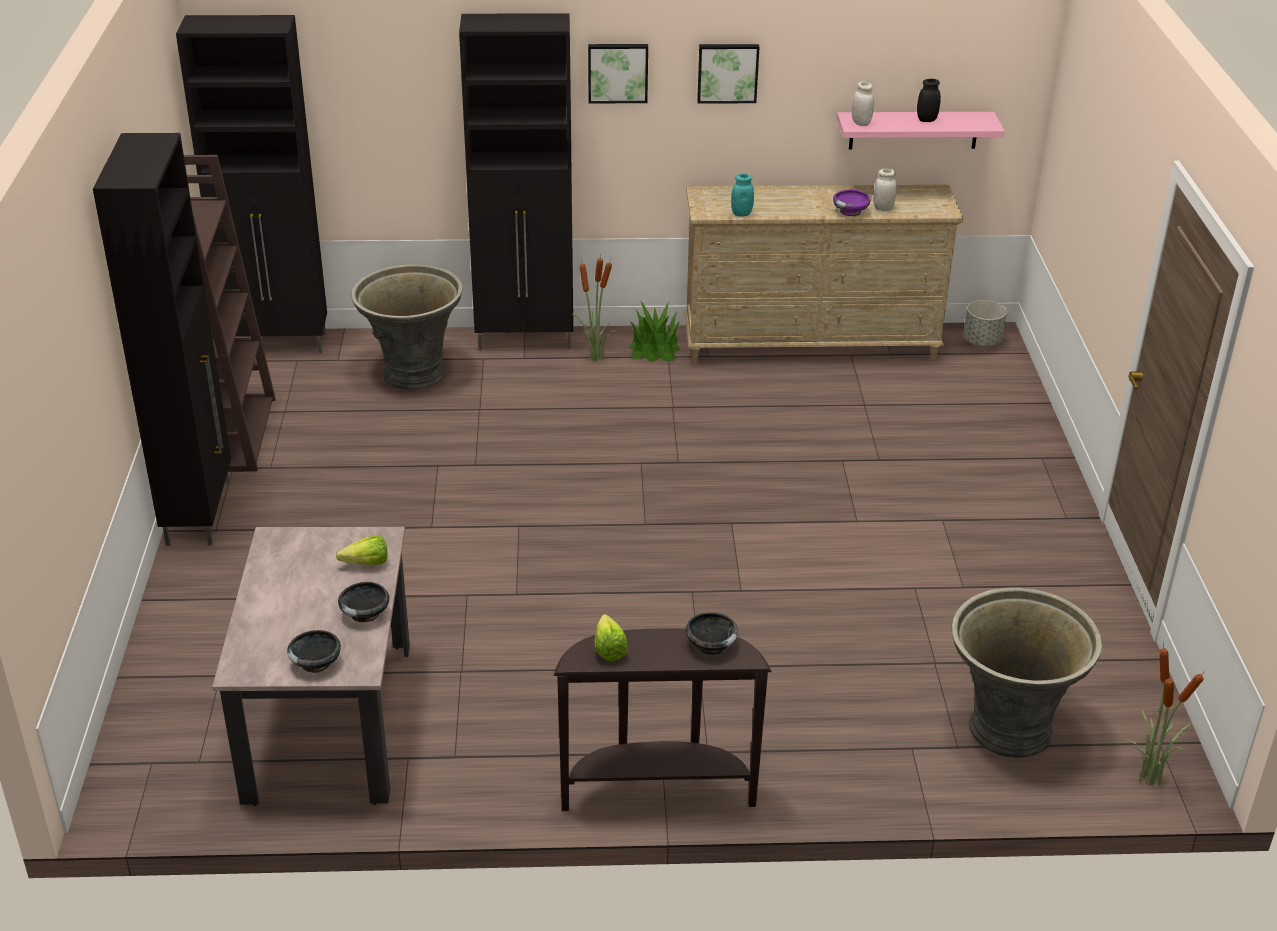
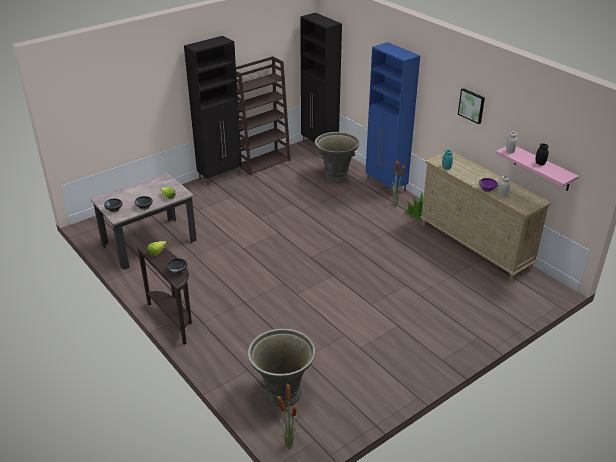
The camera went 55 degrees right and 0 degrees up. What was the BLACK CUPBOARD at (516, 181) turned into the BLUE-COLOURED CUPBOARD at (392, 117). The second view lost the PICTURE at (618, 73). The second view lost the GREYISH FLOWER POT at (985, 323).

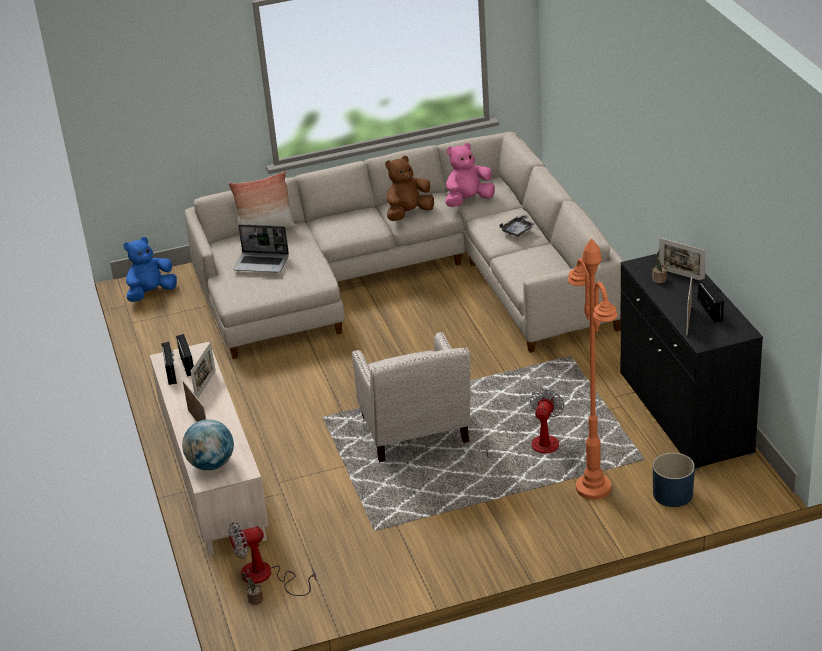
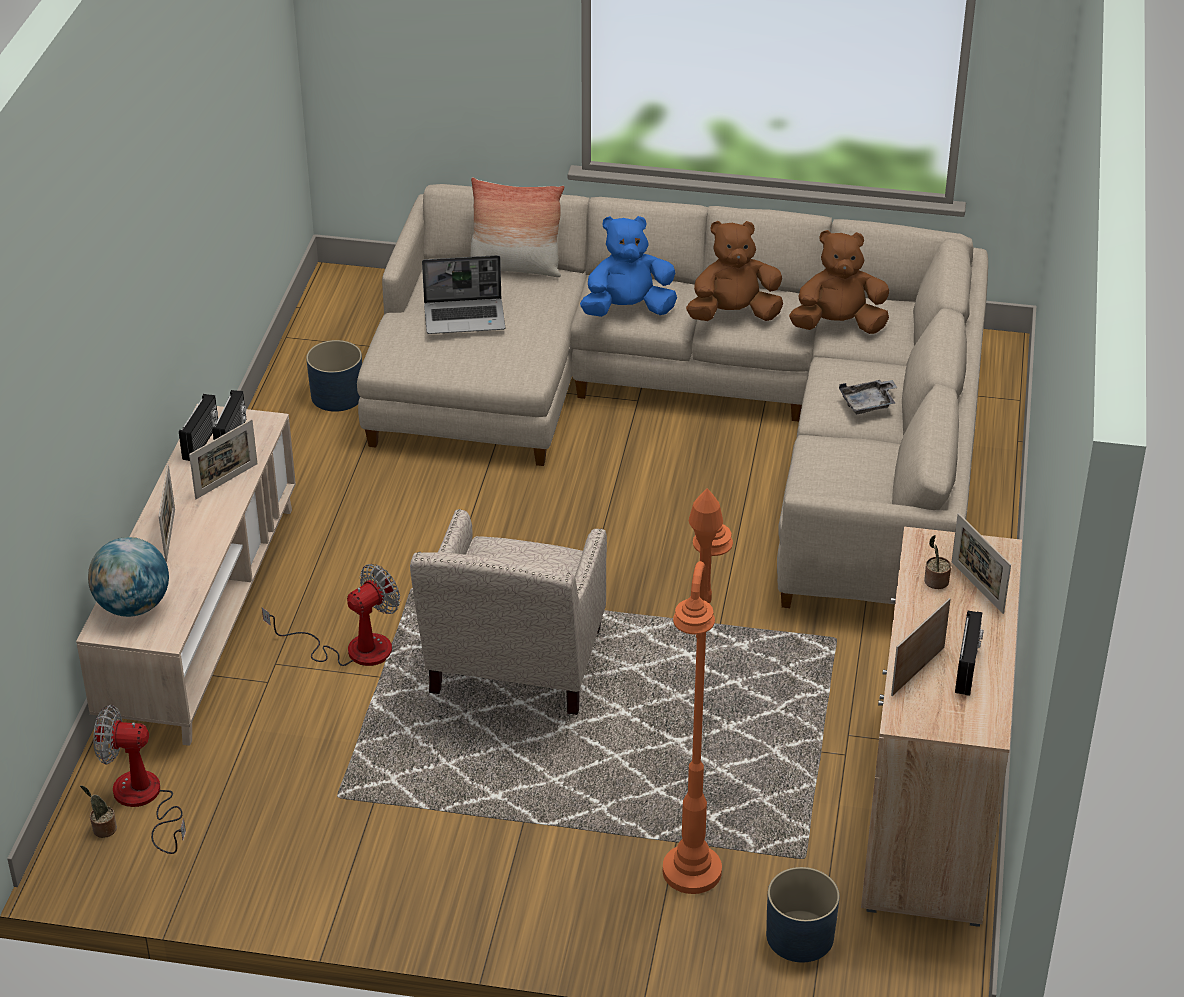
The camera went 25 degrees right and 5 degrees up. What was the PINK CUDDLY TOY at (470, 175) turned into the BROWN CUDDLY TOY at (839, 282). The PORTABLE COMPUTER at (261, 248) ended up facing another way, 45 degrees counterclockwise from before. The BLUE-COLOURED CUDDLY TOY ended up elsewhere, having gone from (150, 269) to (628, 266). What was the BLACK CUPBOARD at (691, 362) turned into the BEIGE-COLOURED CUPBOARD at (941, 727). The COOLING FAN ended up elsewhere, having gone from (523, 424) to (331, 615). The second view gained the BLUE-COLOURED FLOWER POT at (334, 376).

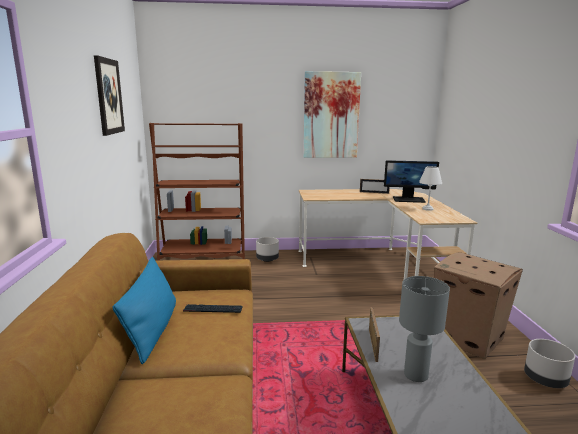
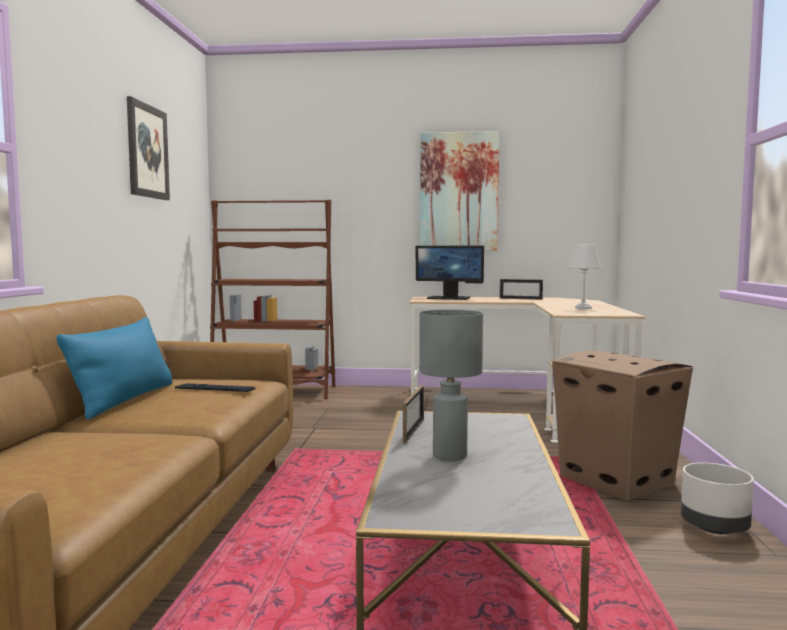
The camera went 10 degrees right and 10 degrees down. The COMPUTER DISPLAY ended up elsewhere, having gone from (411, 181) to (450, 273). The second view lost the GREYISH FLOWER POT at (267, 249).

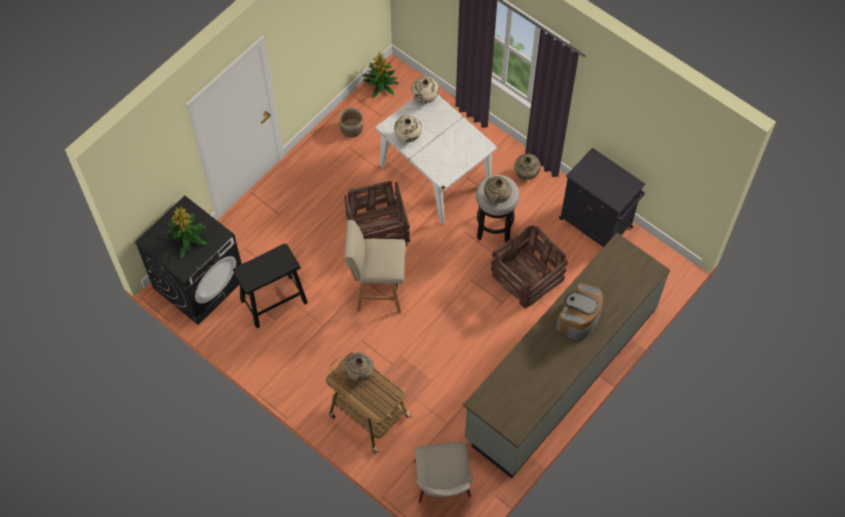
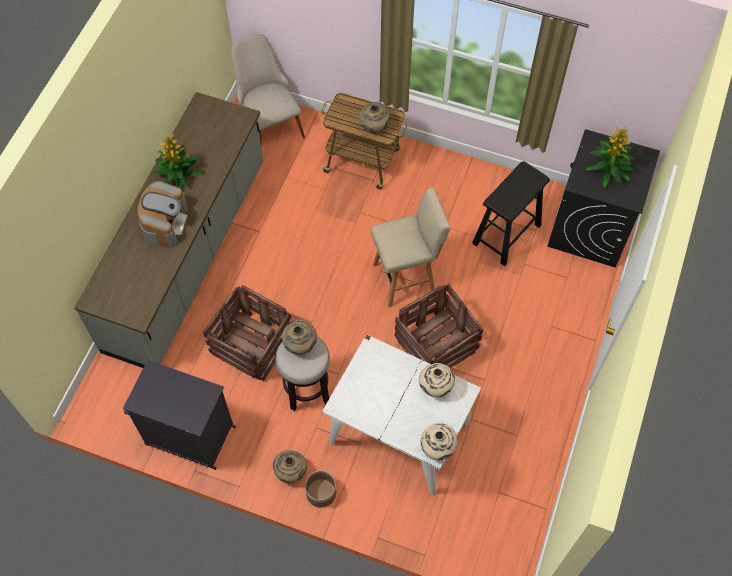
The camera went 160 degrees right and 0 degrees up. The POTTED PLANT ended up elsewhere, having gone from (381, 75) to (178, 161). The FLOWER POT ended up elsewhere, having gone from (351, 123) to (320, 489).

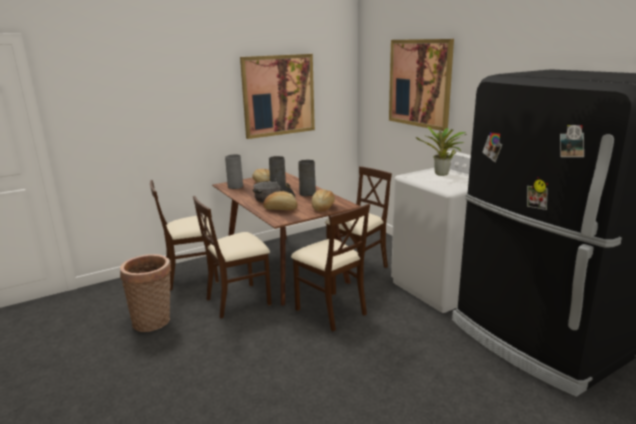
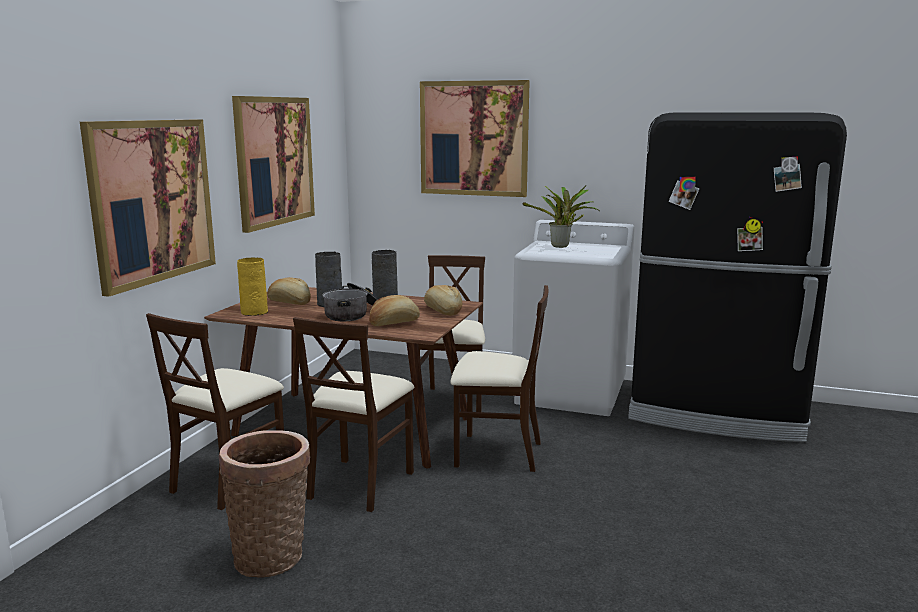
The camera went 40 degrees left and 5 degrees down. What was the GREYISH VASE at (234, 171) turned into the YELLOWISH VASE at (252, 287). The second view gained the PICTURE at (148, 208).

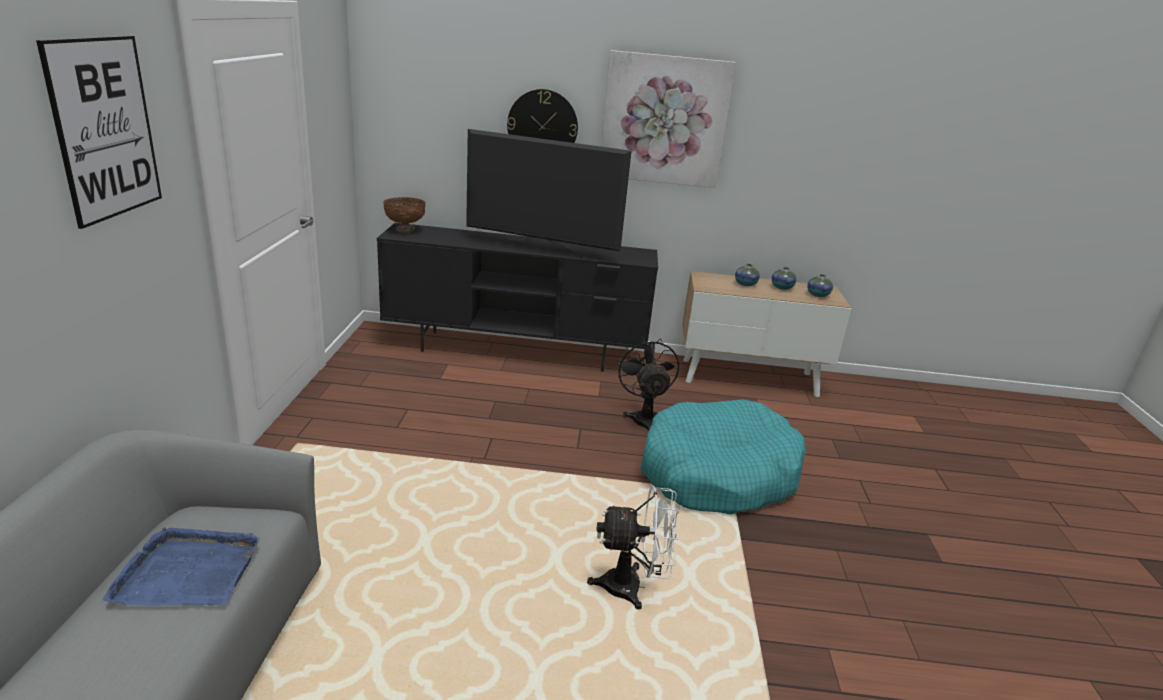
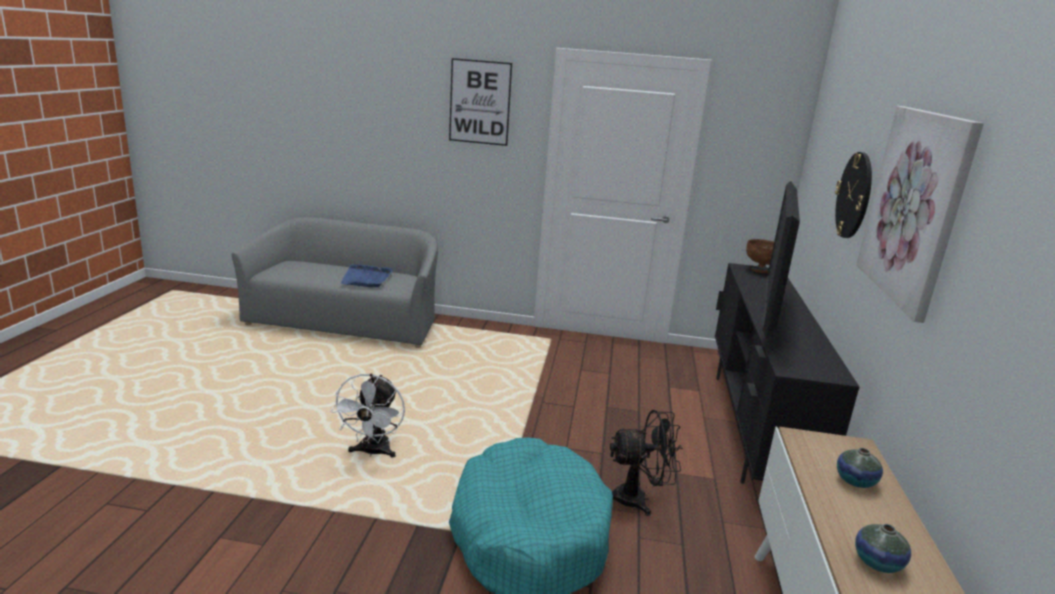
The camera went 95 degrees right and 5 degrees down. The second view lost the VASE at (784, 278).

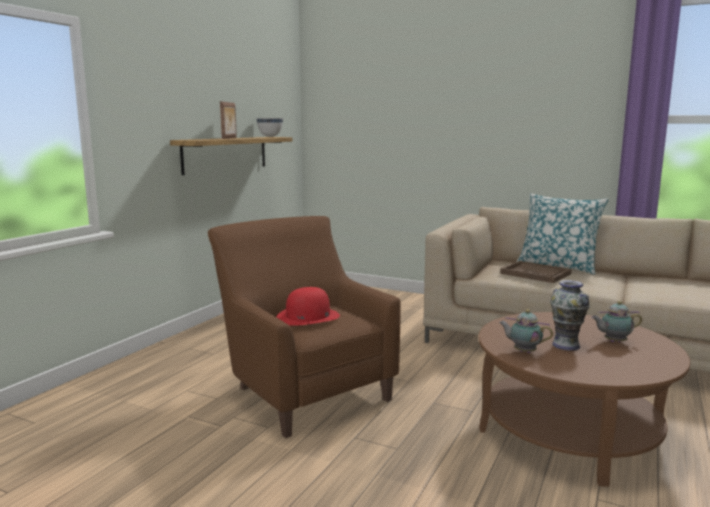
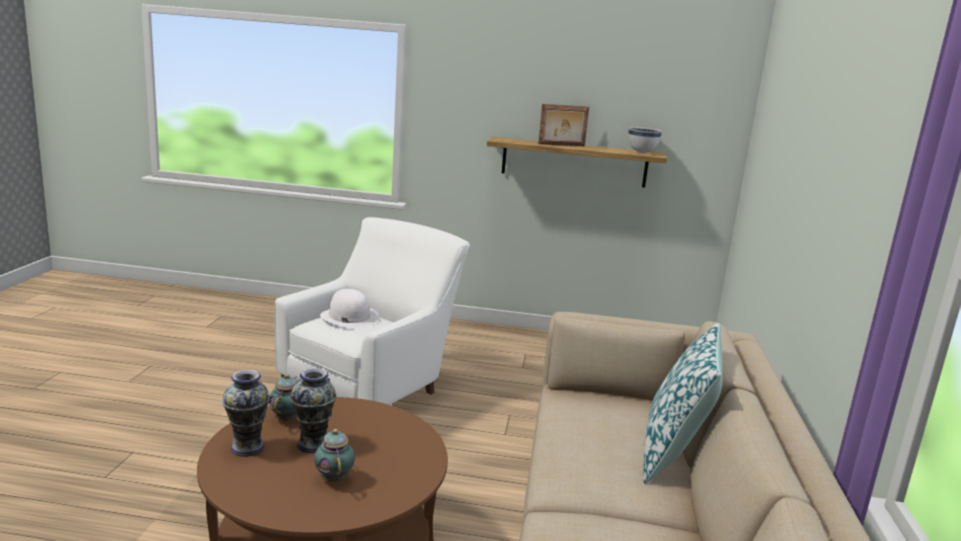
The camera went 70 degrees right and 5 degrees up. What was the BROWN ARMCHAIR at (304, 327) turned into the WHITE-COLOURED ARMCHAIR at (372, 311). The second view lost the BROWN TRAY at (536, 272). What was the RED-COLOURED CLOTHING HAT at (308, 306) turned into the WHITE-COLOURED CLOTHING HAT at (349, 309). The second view gained the VASE at (246, 413).

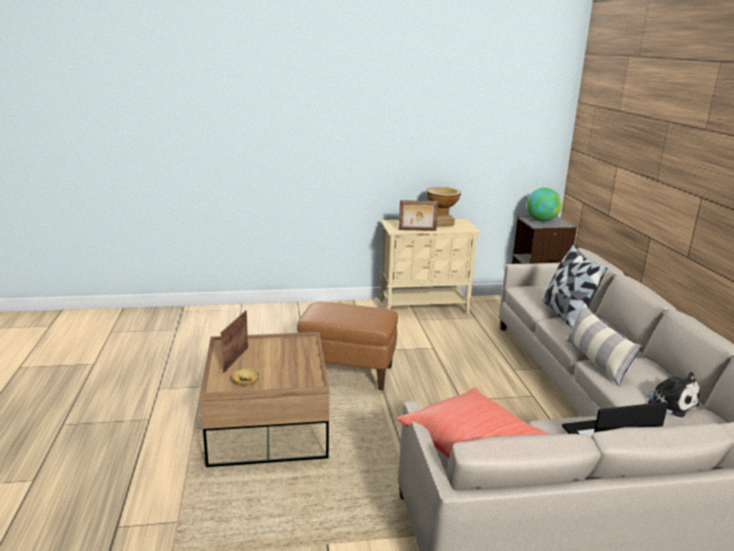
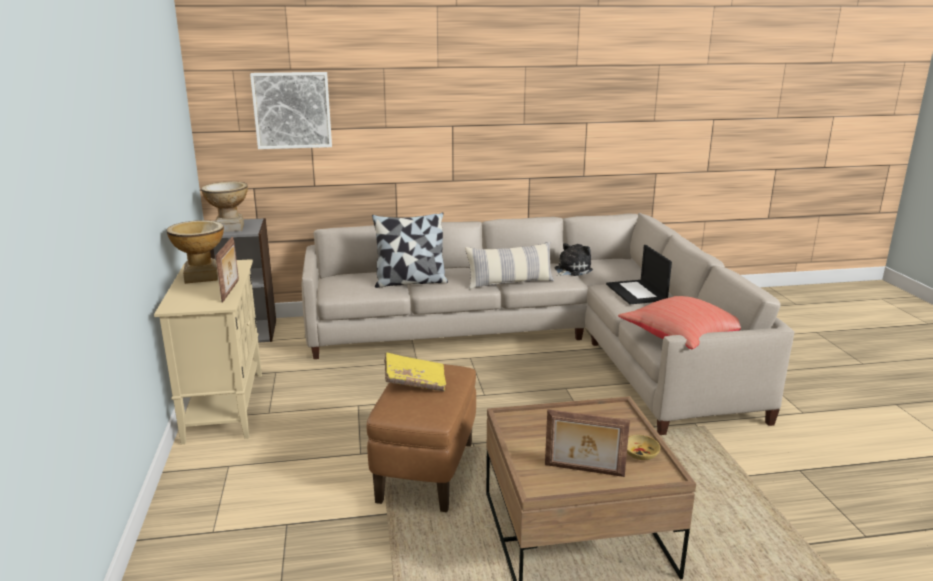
The camera went 90 degrees left and 0 degrees up. Where the GLOBE stood at (543, 205), the VASE came to stand at (224, 207). The second view gained the PICTURE at (291, 110). The second view gained the YELLOWISH VOLUME at (415, 372).

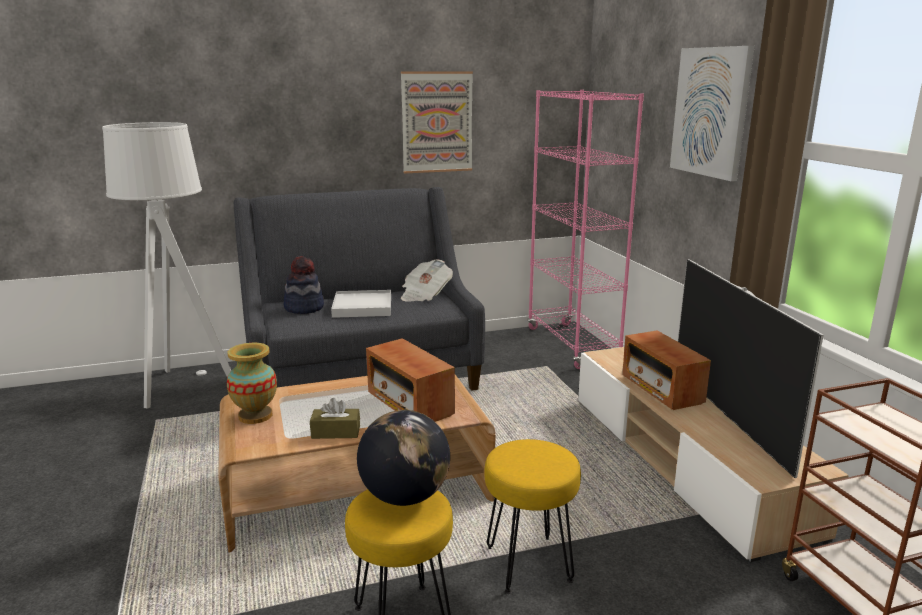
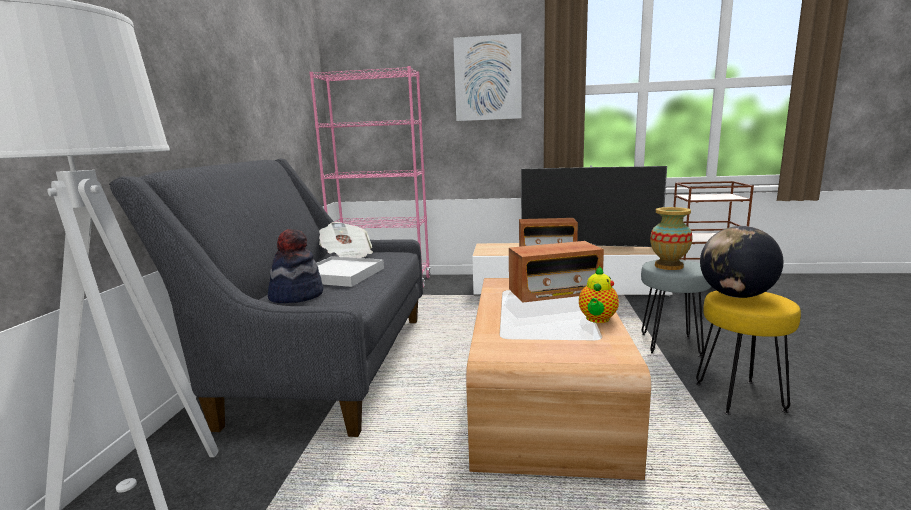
The camera went 65 degrees left and 5 degrees down. The second view lost the PICTURE at (437, 122). The VASE ended up elsewhere, having gone from (252, 383) to (671, 238). Where the BROWN BOX OF TISSUES stood at (335, 418), the TEA POT came to stand at (599, 294). What was the YELLOWISH SITTING STOOL at (532, 516) turned into the GREYISH SITTING STOOL at (676, 308).

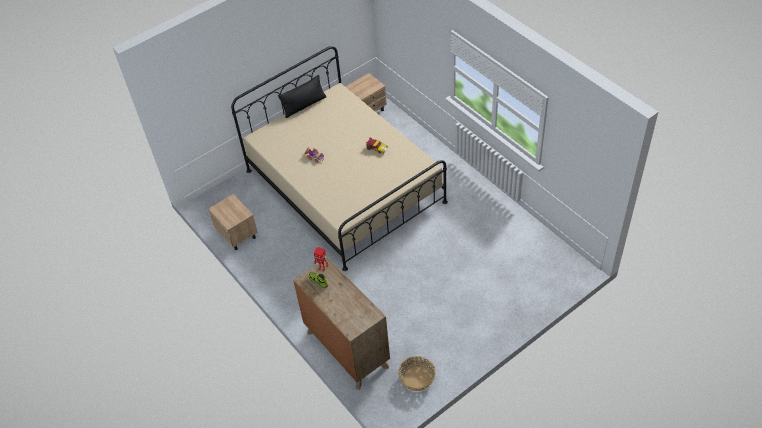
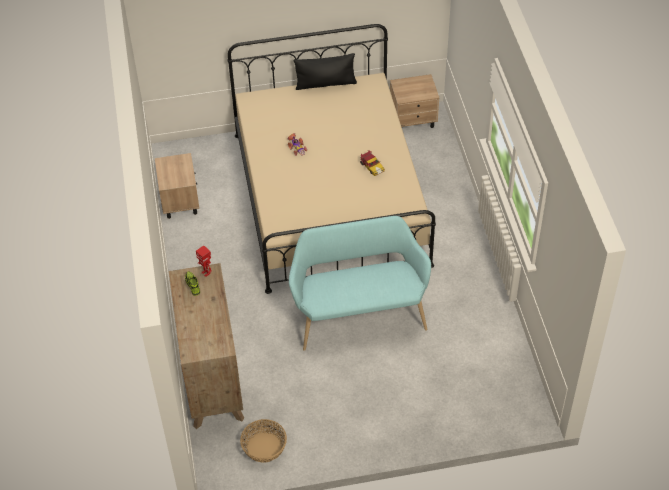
The camera went 25 degrees right and 0 degrees up. The second view gained the TURQUOISE BENCH at (360, 283).

